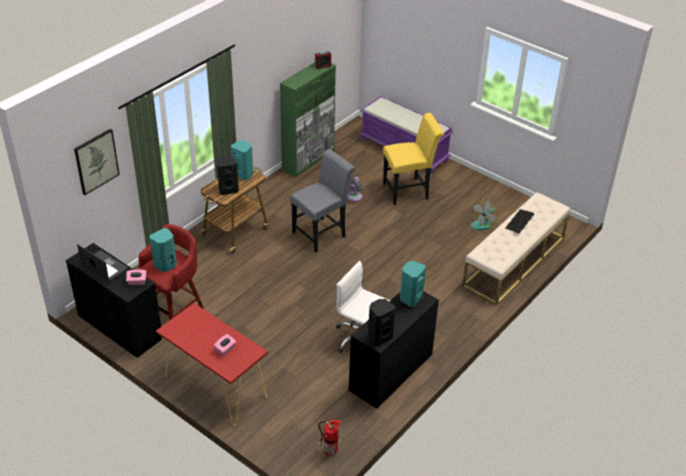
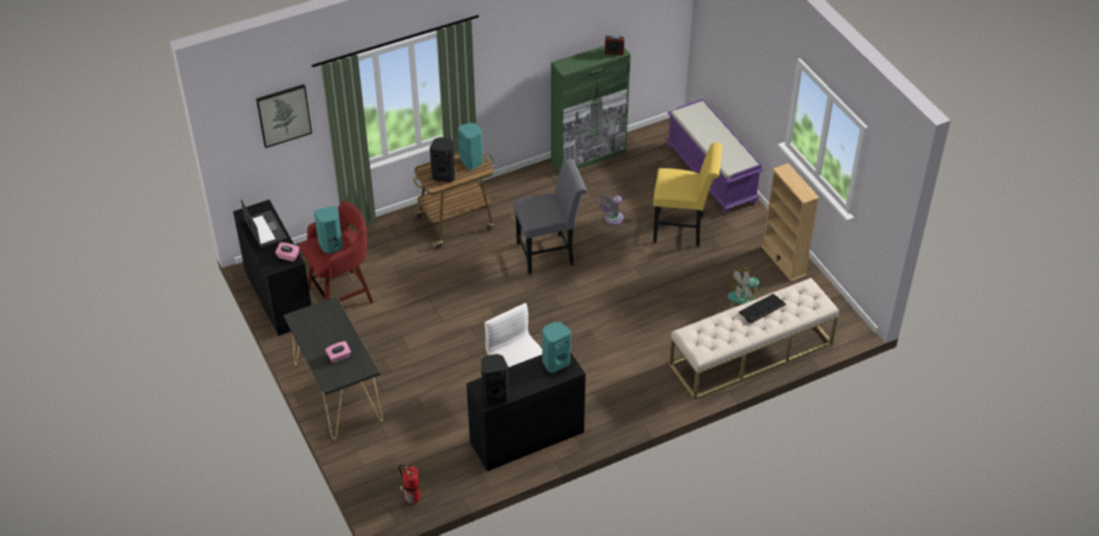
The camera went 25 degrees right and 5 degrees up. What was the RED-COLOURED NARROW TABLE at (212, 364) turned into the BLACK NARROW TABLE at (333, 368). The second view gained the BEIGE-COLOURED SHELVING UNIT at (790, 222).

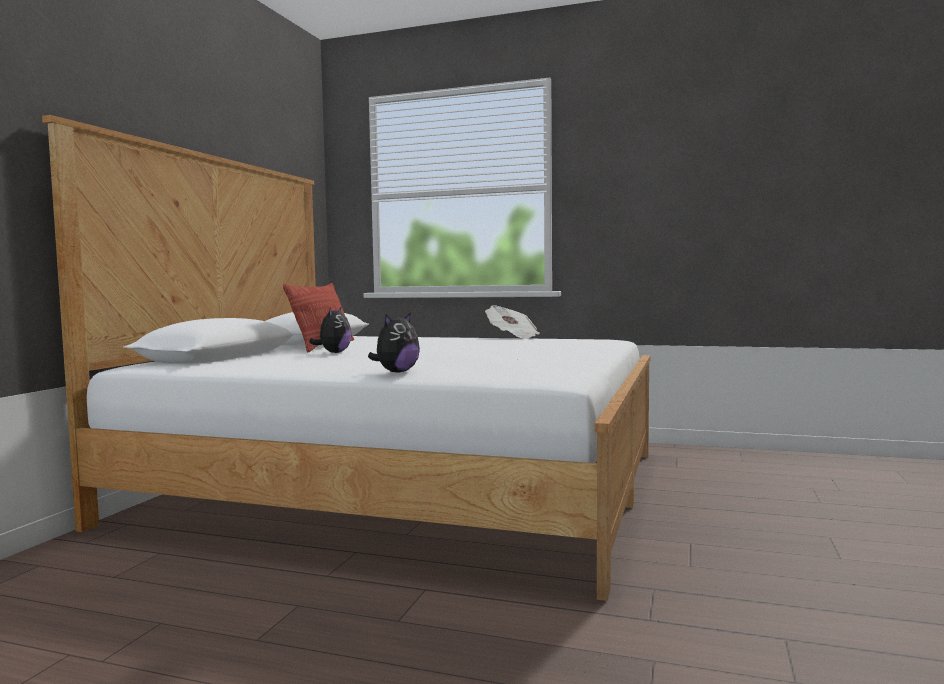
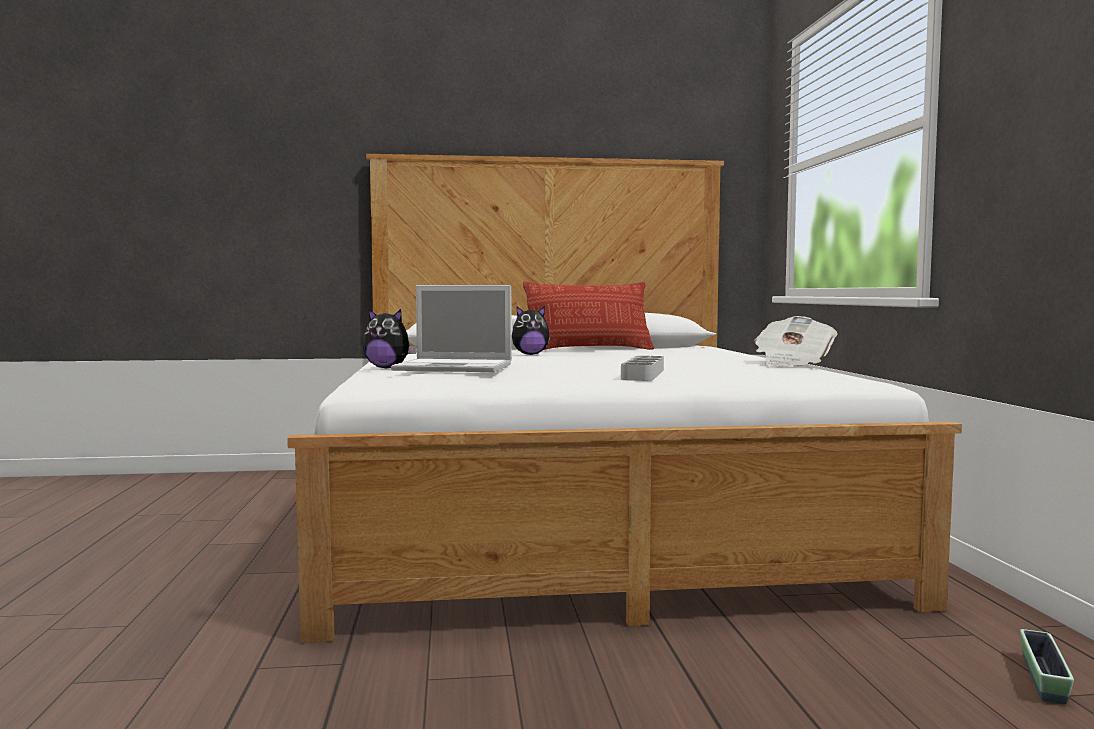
The camera went 65 degrees right and 0 degrees up. The second view gained the PORTABLE COMPUTER at (451, 328). The second view gained the GREYISH TRAY at (642, 368). The second view gained the FLOWER POT at (1047, 667).

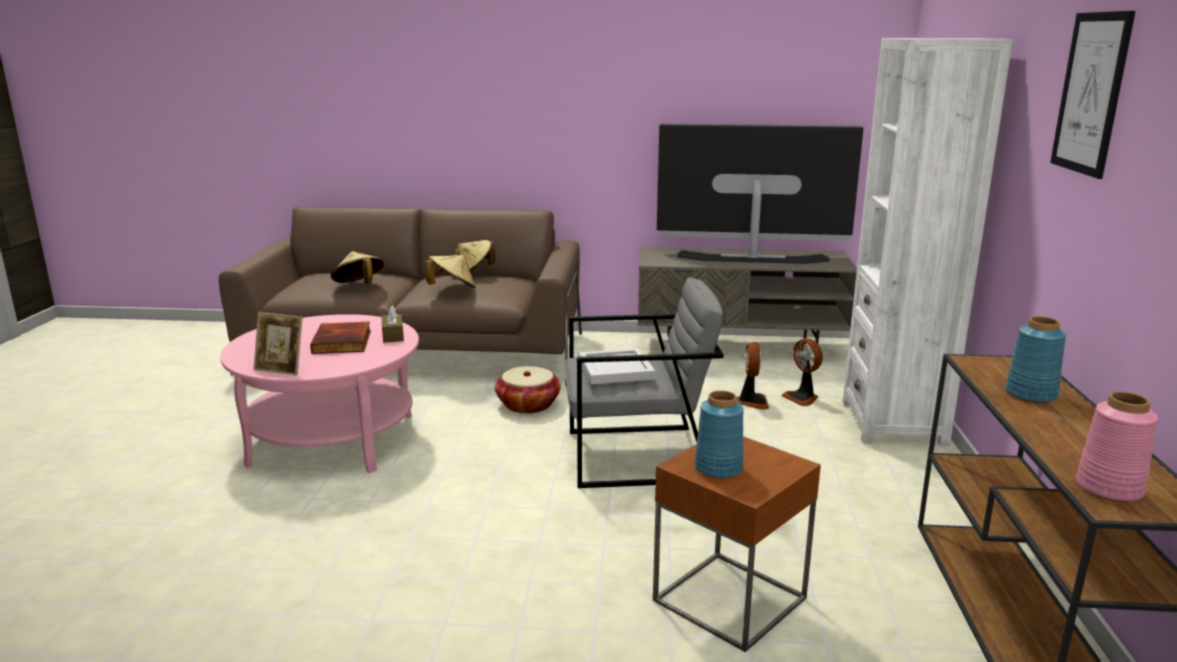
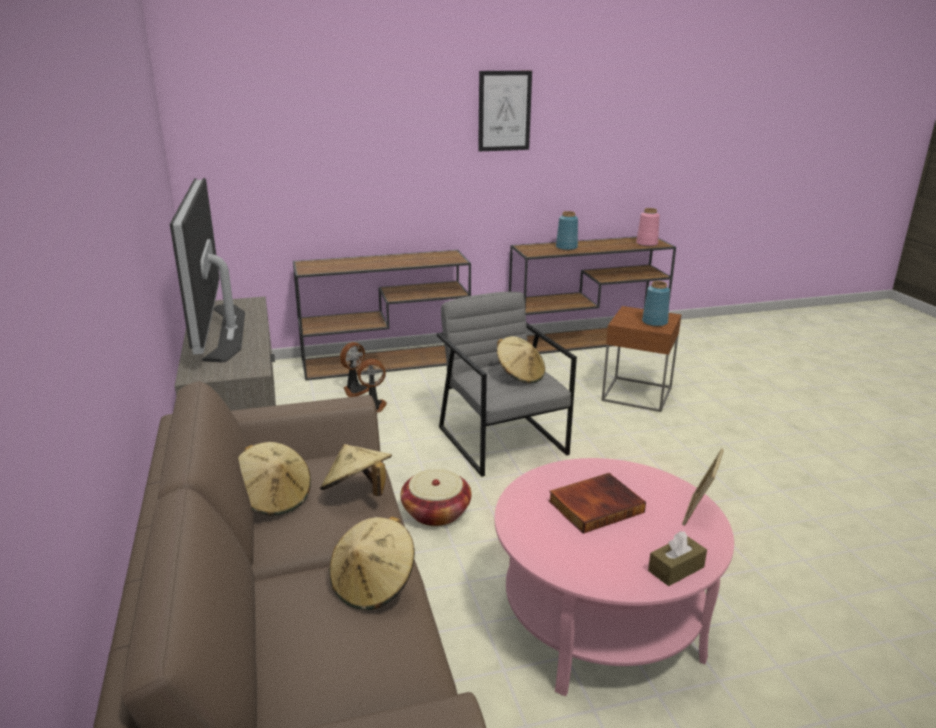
The camera went 110 degrees left and 5 degrees up. Where the WHITE-COLOURED SHELVING UNIT stood at (928, 242), the BROWN NARROW TABLE came to stand at (382, 315). The BROWN BOX OF TISSUES ended up elsewhere, having gone from (393, 324) to (677, 558). The STANDING FRAME at (277, 344) ended up facing another way, 150 degrees counterclockwise from before. Where the WHITE-COLOURED TRAY stood at (617, 366), the BEIGE-COLOURED CLOTHING HAT came to stand at (521, 360).

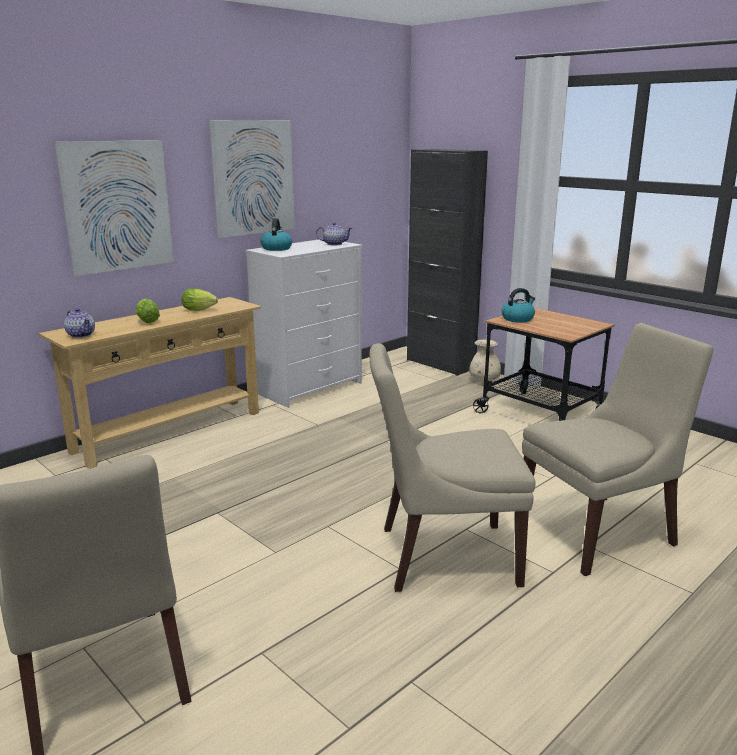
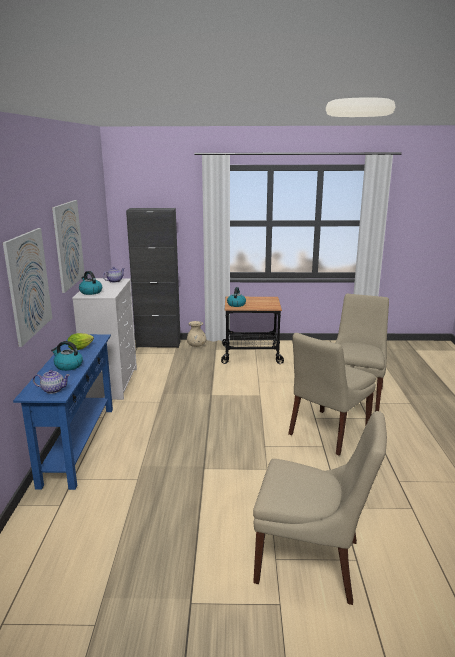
The camera went 45 degrees left and 0 degrees up. What was the BEIGE-COLOURED NARROW TABLE at (150, 383) turned into the BLUE-COLOURED NARROW TABLE at (63, 412). Where the LETTUCE stood at (148, 310), the KETTLE came to stand at (67, 356).

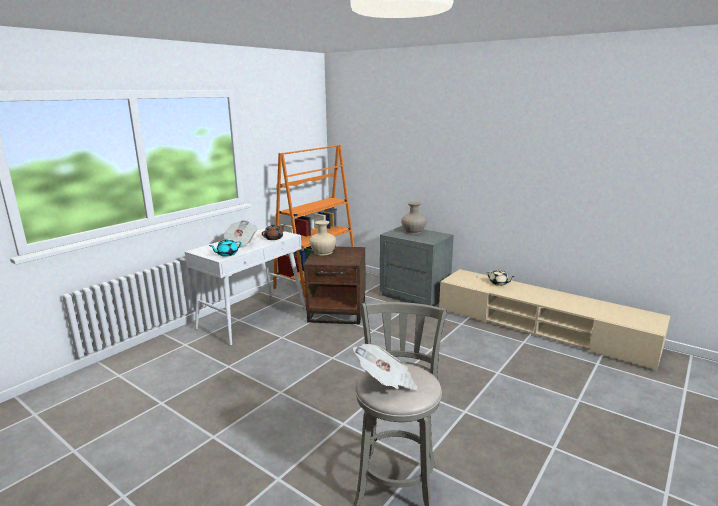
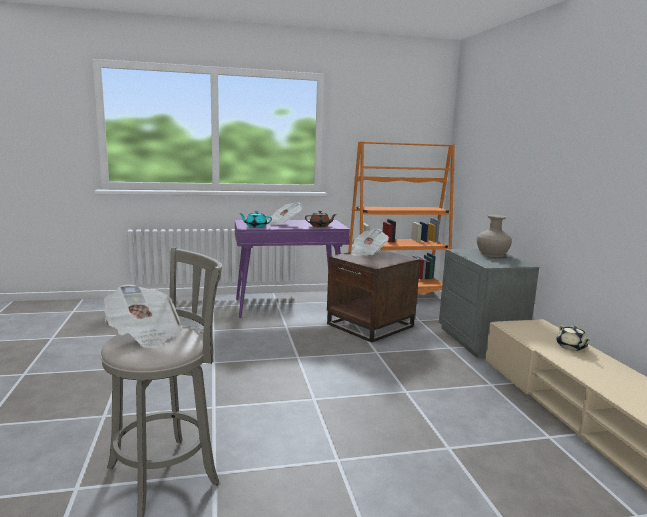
The camera went 40 degrees right and 5 degrees down. Where the BEIGE-COLOURED VASE stood at (322, 237), the DAILY PAPER came to stand at (370, 242). What was the WHITE-COLOURED NARROW TABLE at (245, 287) turned into the PURPLISH NARROW TABLE at (292, 269).

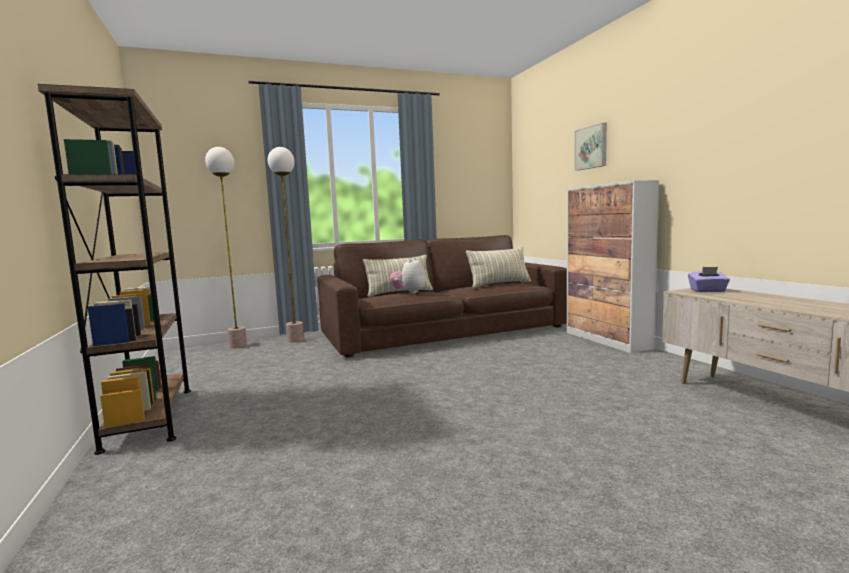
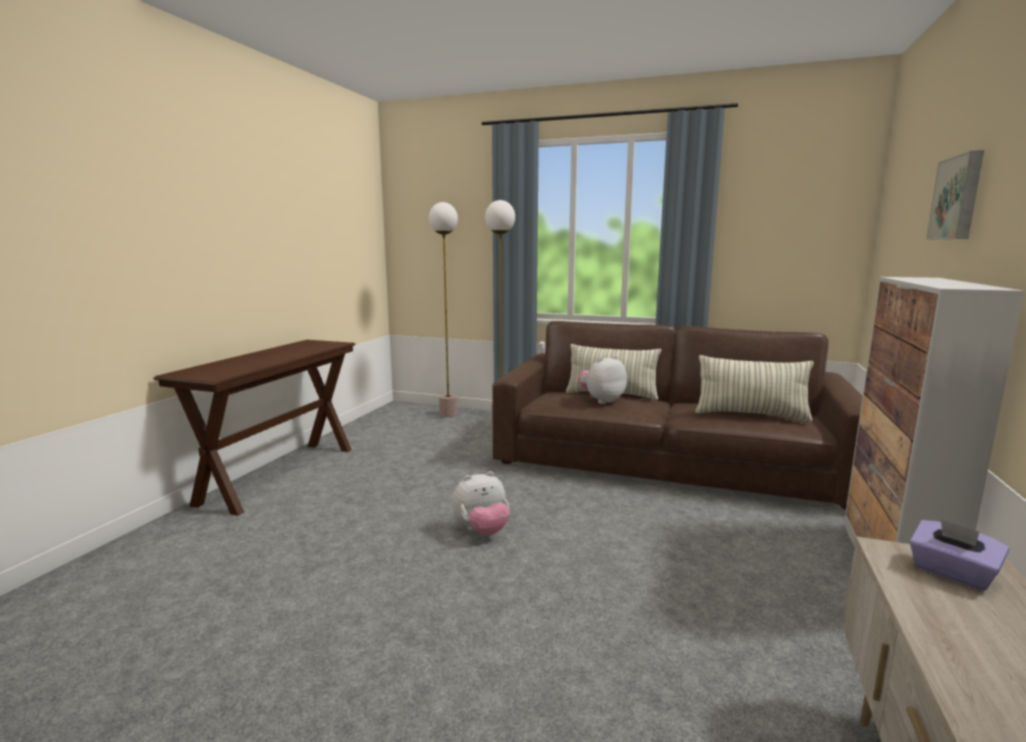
The camera went 40 degrees right and 5 degrees up. Where the BROWN SHELVING UNIT stood at (114, 269), the BROWN NARROW TABLE came to stand at (254, 428). The second view gained the CUDDLY TOY at (481, 503).

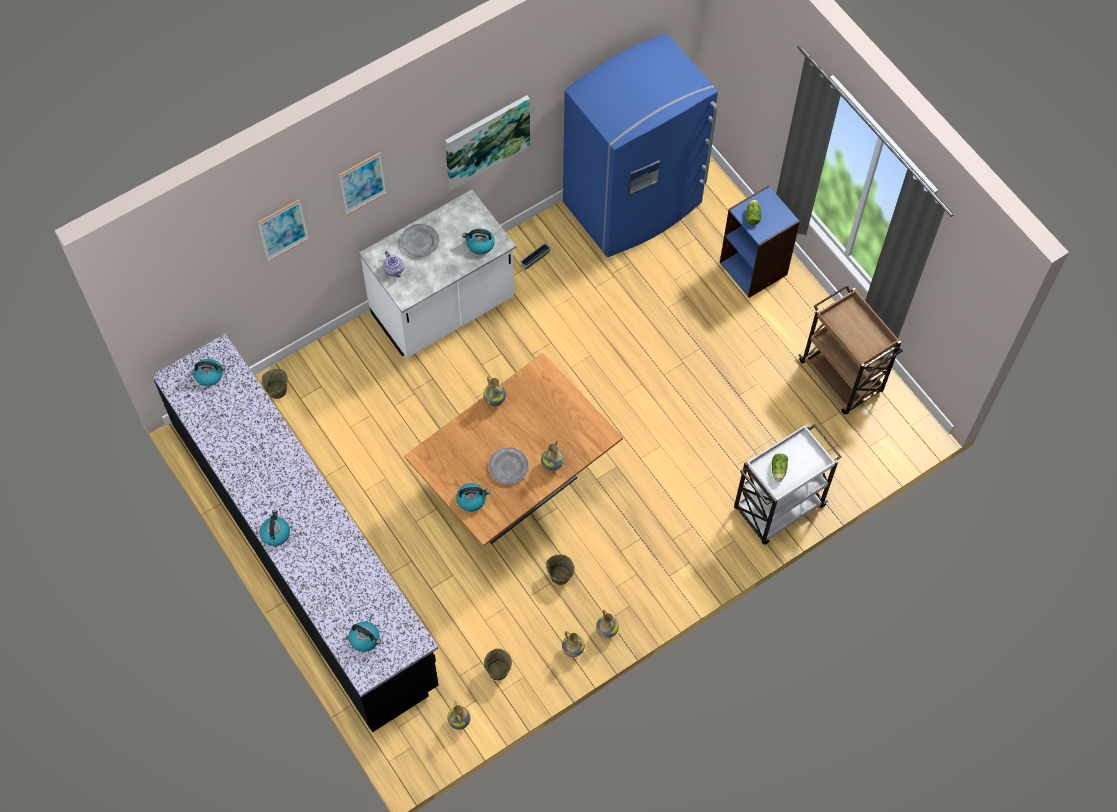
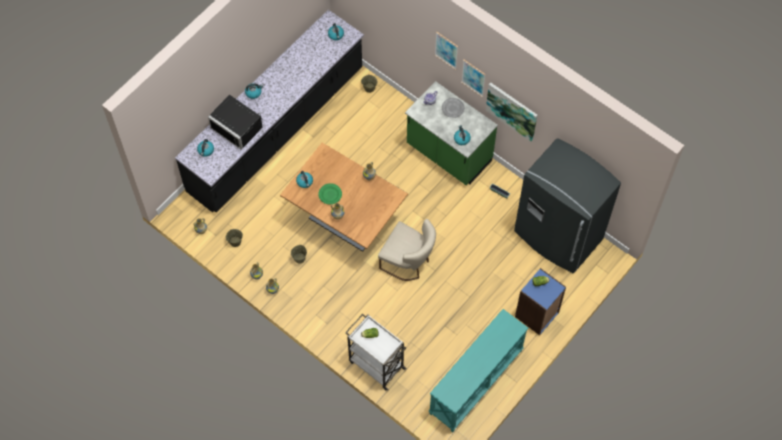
The camera went 75 degrees right and 0 degrees up. What was the BLUE-COLOURED REFRIGERATOR at (640, 145) turned into the GREYISH REFRIGERATOR at (567, 205). What was the WHITE-COLOURED COUNTER at (437, 274) turned into the GREENISH COUNTER at (451, 133). The PICTURE ended up elsewhere, having gone from (283, 230) to (473, 78). Where the BROWN TROLLEY stood at (850, 349), the TURQUOISE NARROW TABLE came to stand at (478, 370). What was the GREYISH PLATE at (508, 466) turned into the GREENISH PLATE at (330, 193). The second view gained the BLACK MICROWAVE OVEN at (235, 122). The second view gained the BEIGE-COLOURED UPRIGHT CHAIR at (407, 250).

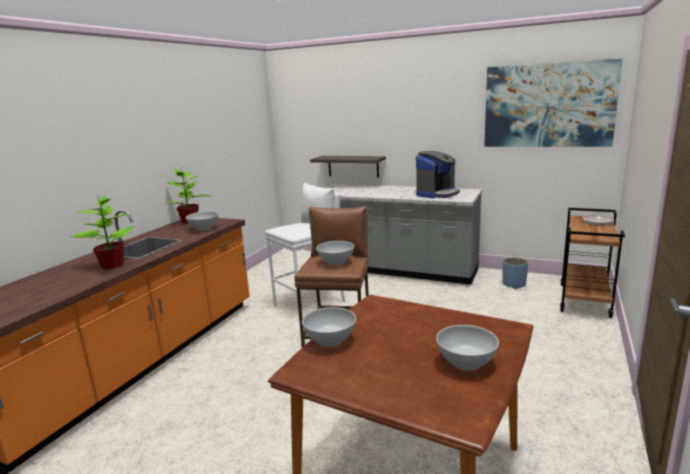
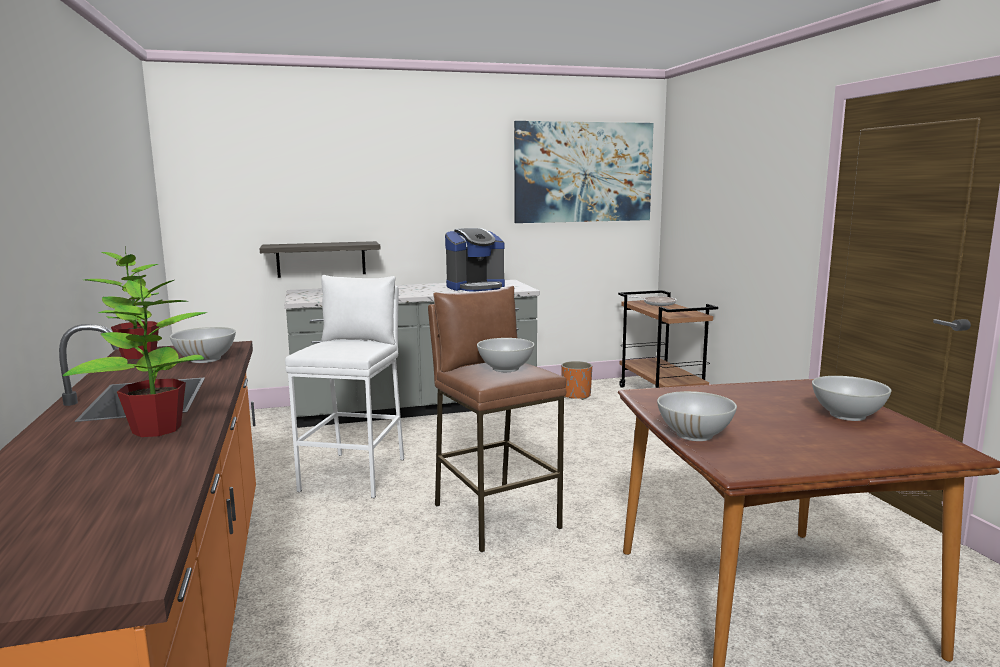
The camera went 40 degrees left and 5 degrees down. The COFFEE MAKER at (438, 174) ended up facing another way, 60 degrees clockwise from before. What was the BLUE-COLOURED FLOWER POT at (515, 273) turned into the ORANGE-COLOURED FLOWER POT at (576, 380).

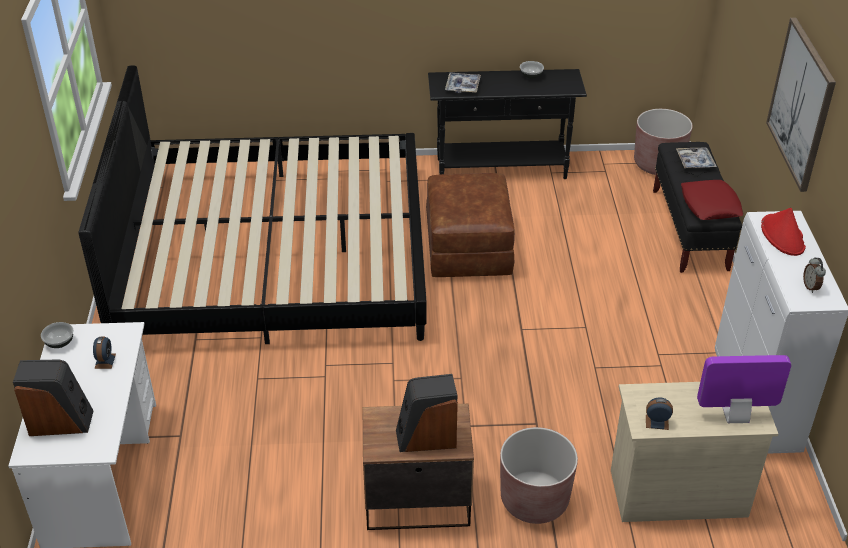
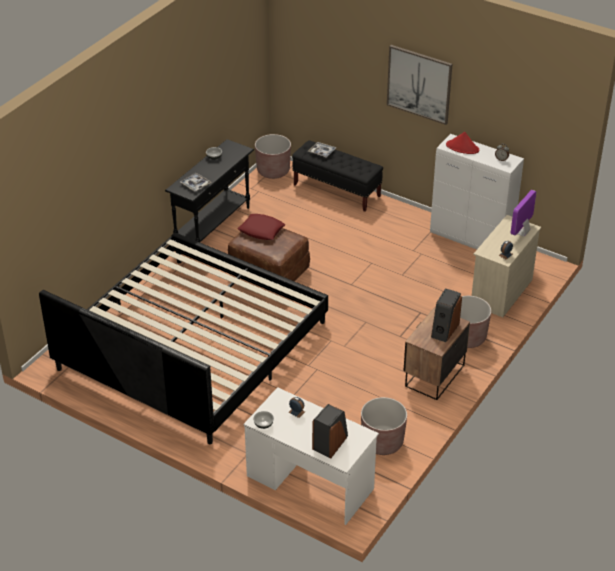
The camera went 55 degrees left and 0 degrees up. The RED-COLOURED PILLOW ended up elsewhere, having gone from (712, 200) to (261, 227). The second view gained the BROWN FLOWER POT at (384, 426).

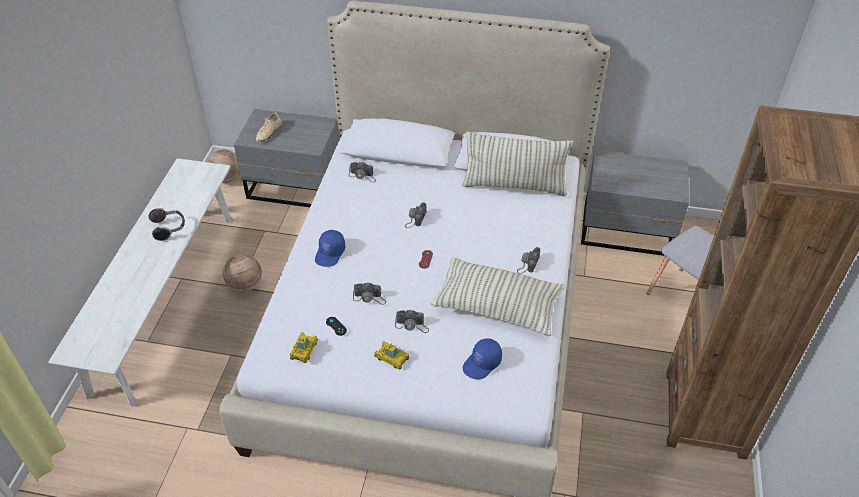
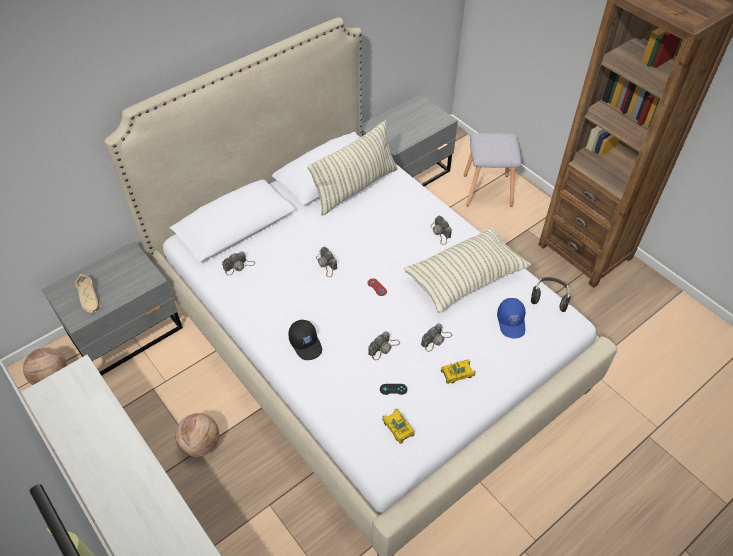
The camera went 50 degrees left and 5 degrees up. The HEADPHONES ended up elsewhere, having gone from (167, 224) to (551, 294). What was the BLUE-COLOURED BASEBALL CAP at (330, 248) turned into the BLACK BASEBALL CAP at (305, 340).

